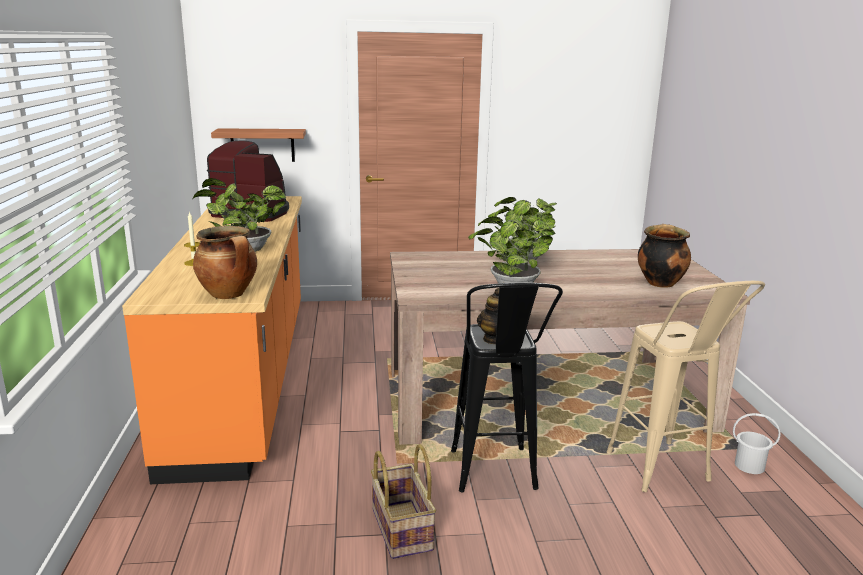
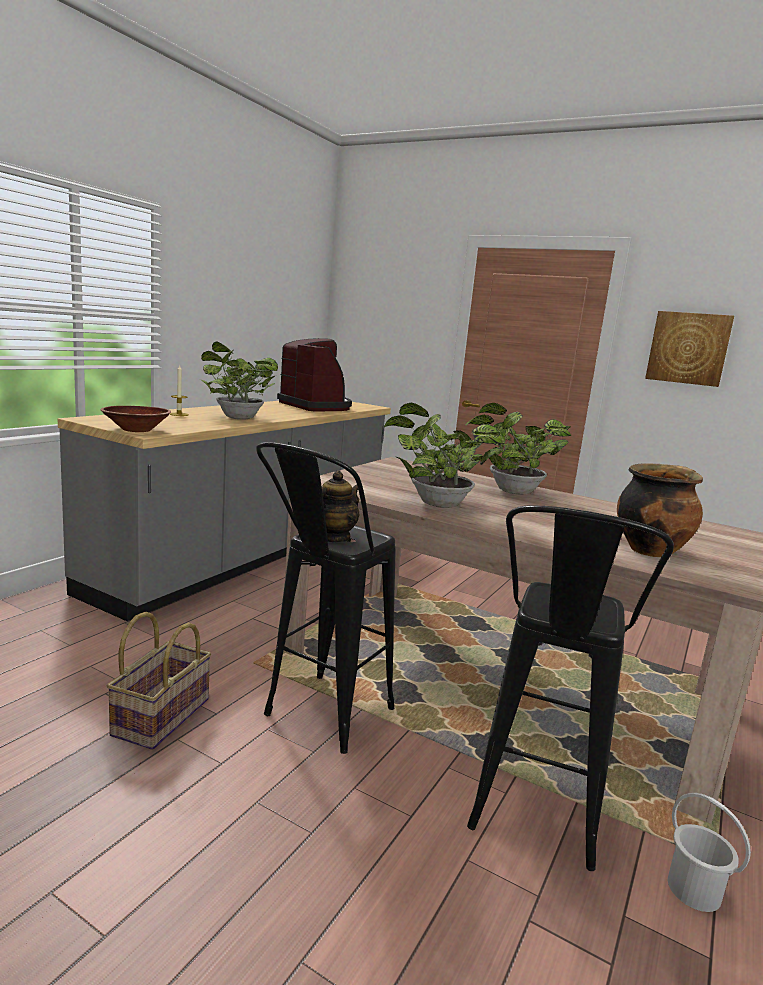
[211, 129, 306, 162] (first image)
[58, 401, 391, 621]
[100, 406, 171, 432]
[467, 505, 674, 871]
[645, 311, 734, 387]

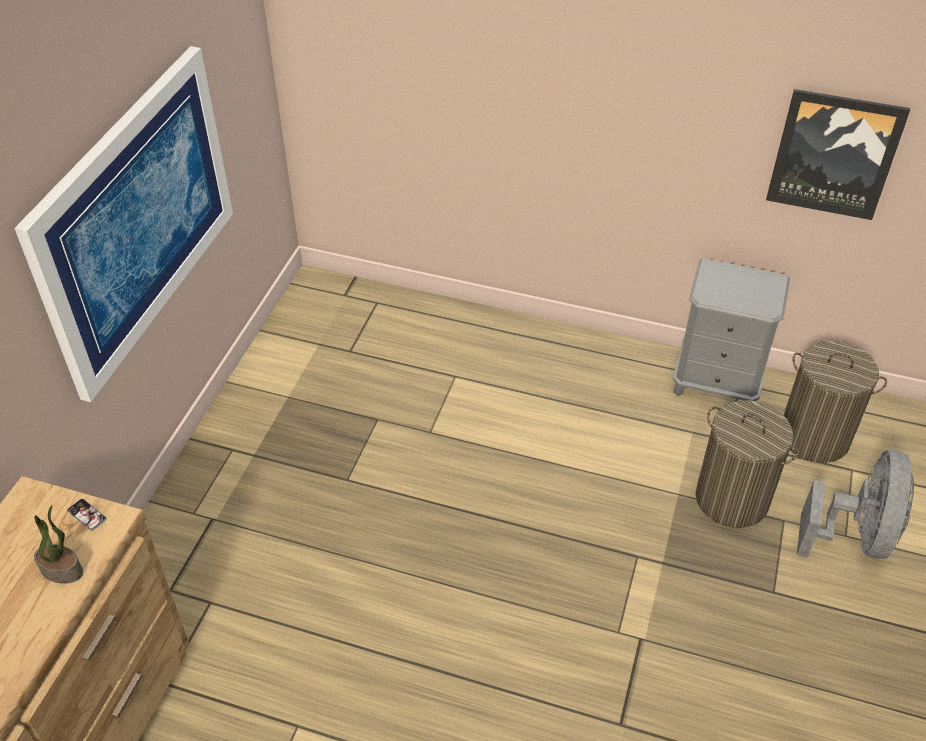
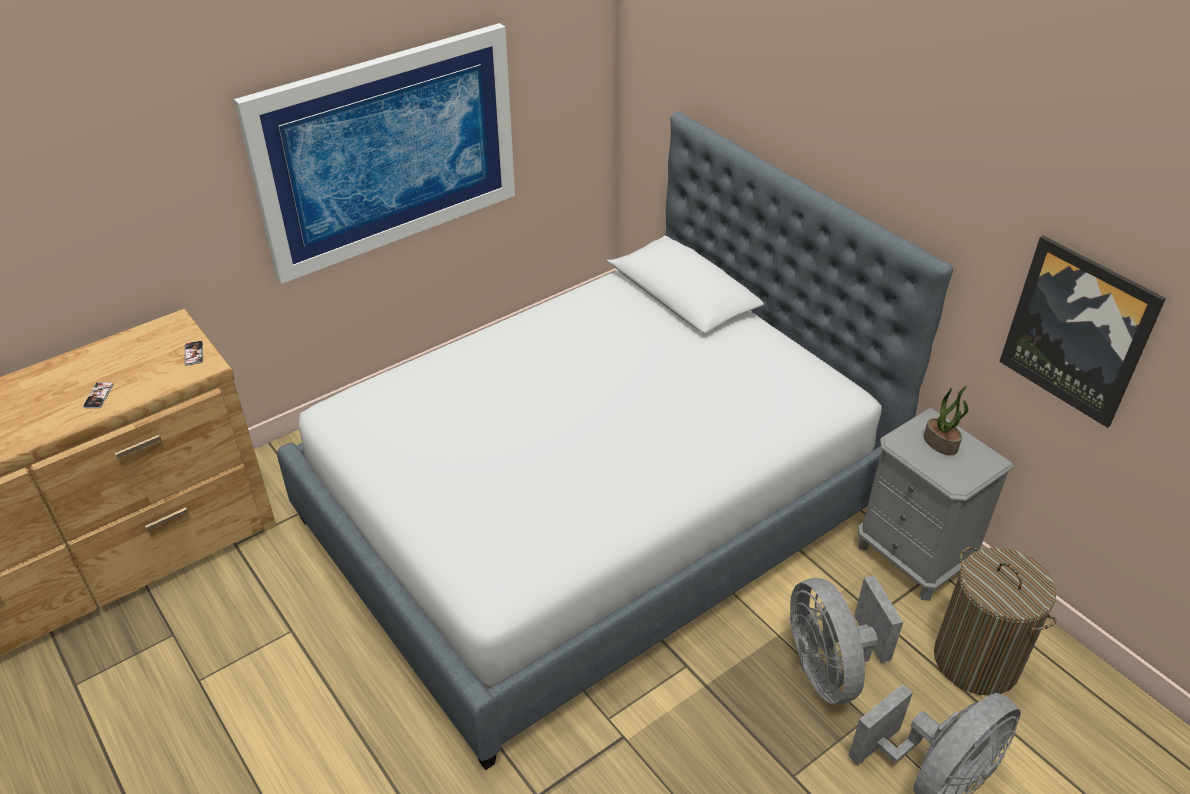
[790, 575, 903, 704]
[924, 386, 968, 455]
[277, 112, 953, 770]
[83, 382, 114, 408]

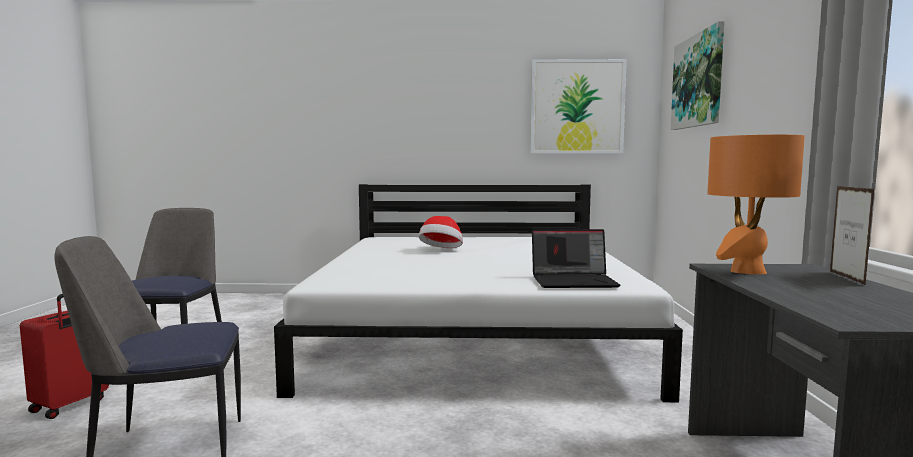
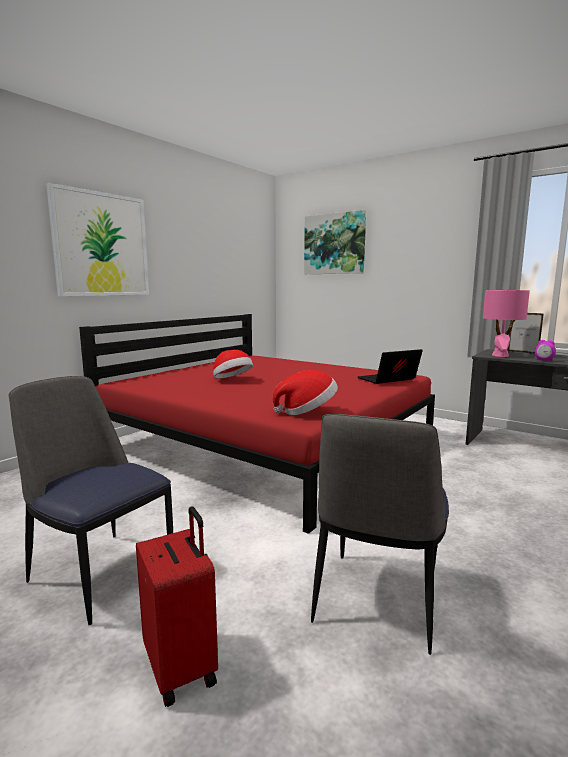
[46, 183, 149, 296]
[483, 289, 530, 357]
[79, 314, 435, 534]
[357, 349, 423, 384]
[535, 340, 556, 361]
[273, 370, 338, 415]

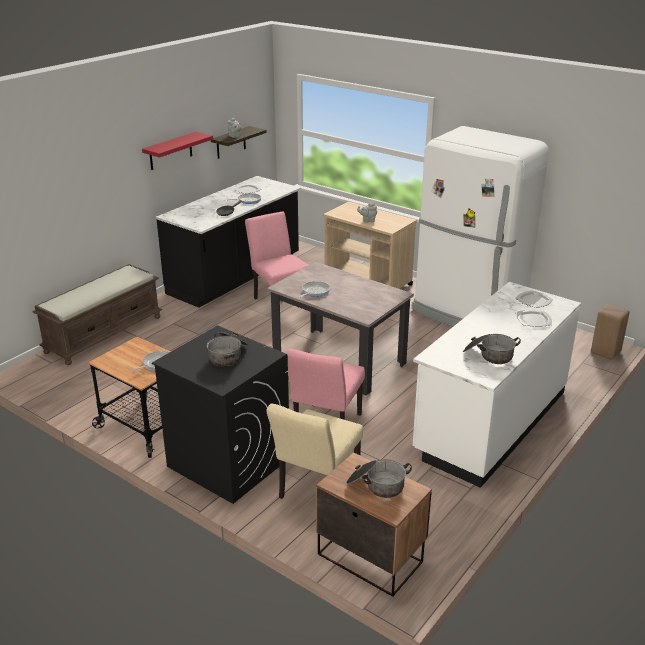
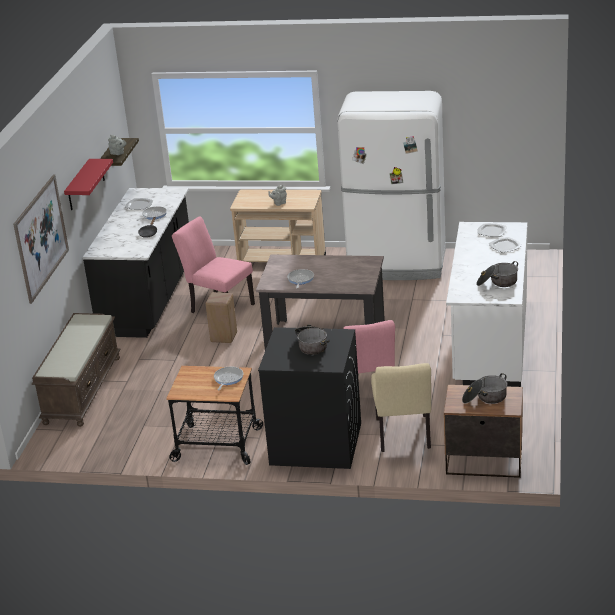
[205, 292, 237, 343]
[13, 174, 69, 304]

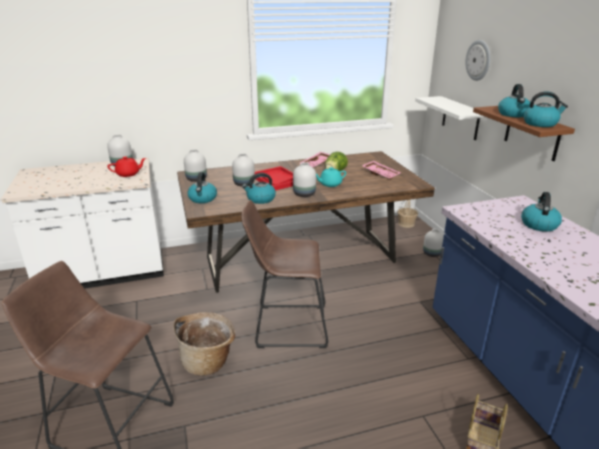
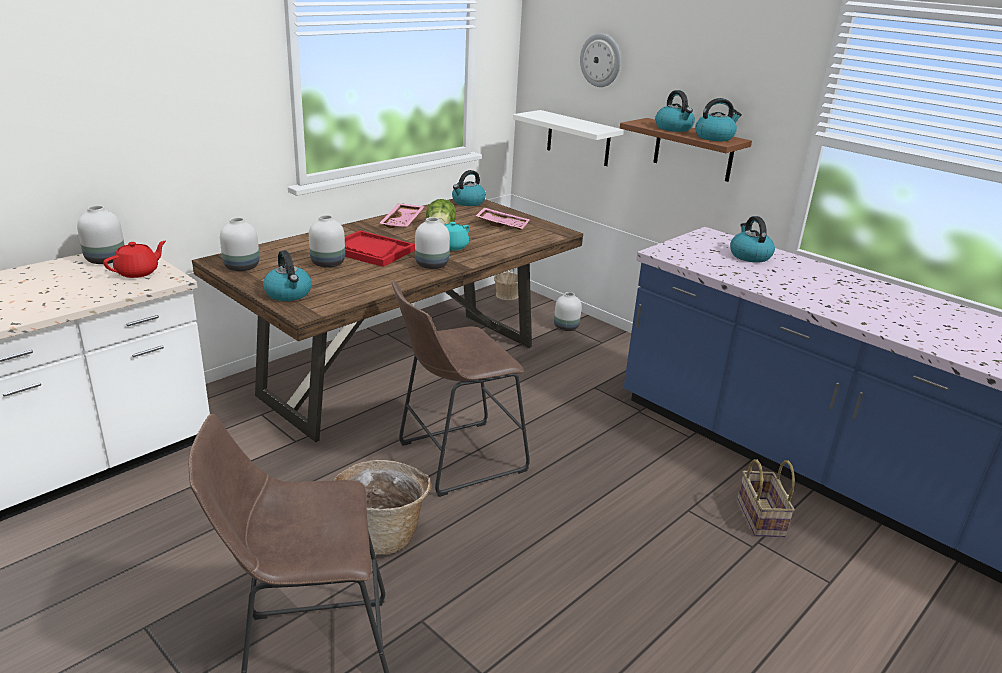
[452, 170, 486, 206]

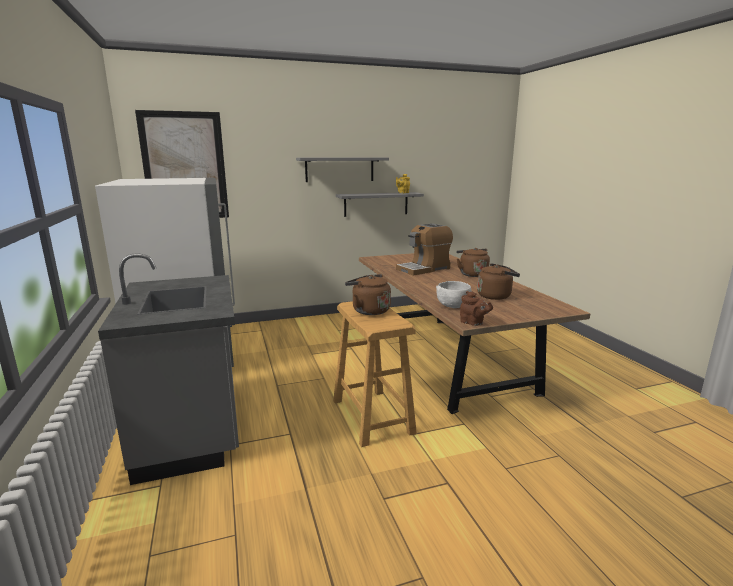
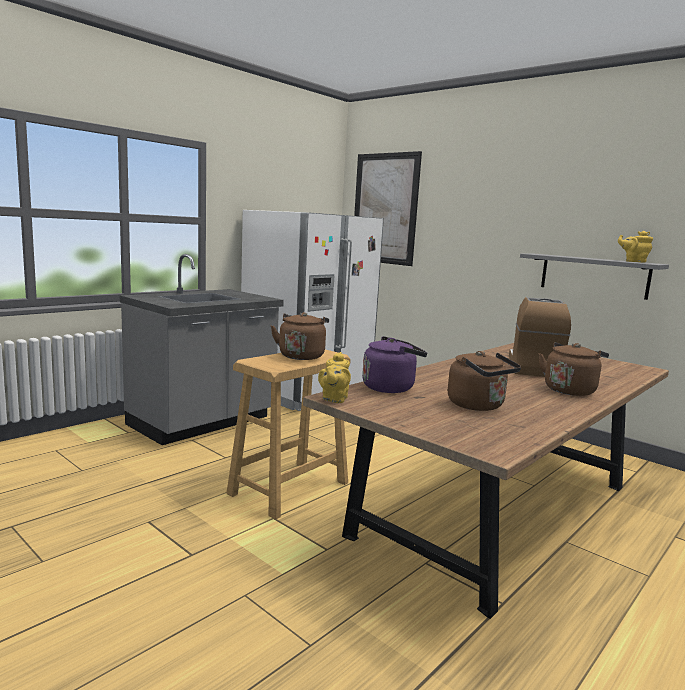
[296, 157, 389, 182] (first image)
[509, 297, 571, 377]
[362, 336, 427, 393]
[318, 352, 351, 403]

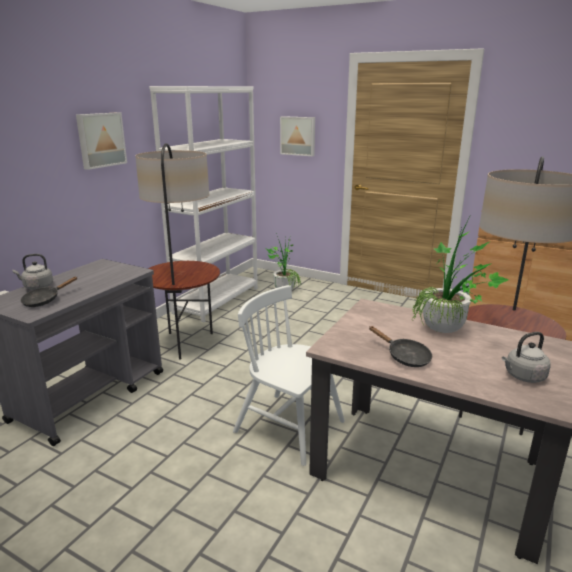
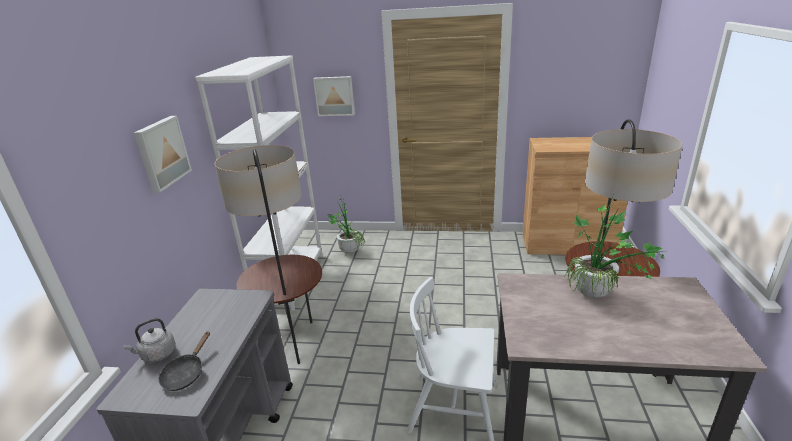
[369, 326, 432, 367] (first image)
[502, 332, 551, 383] (first image)

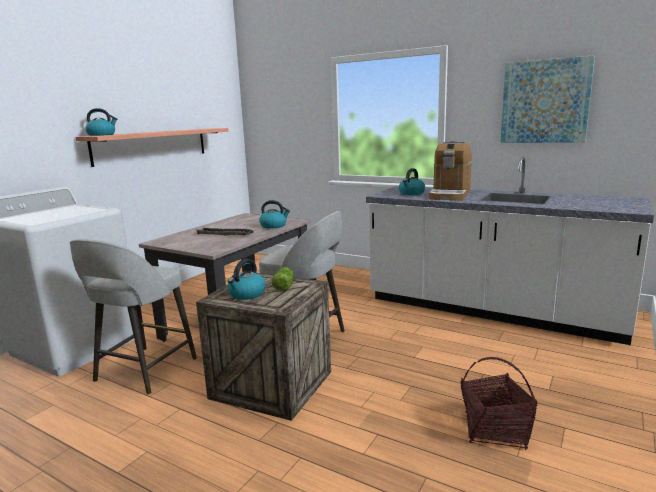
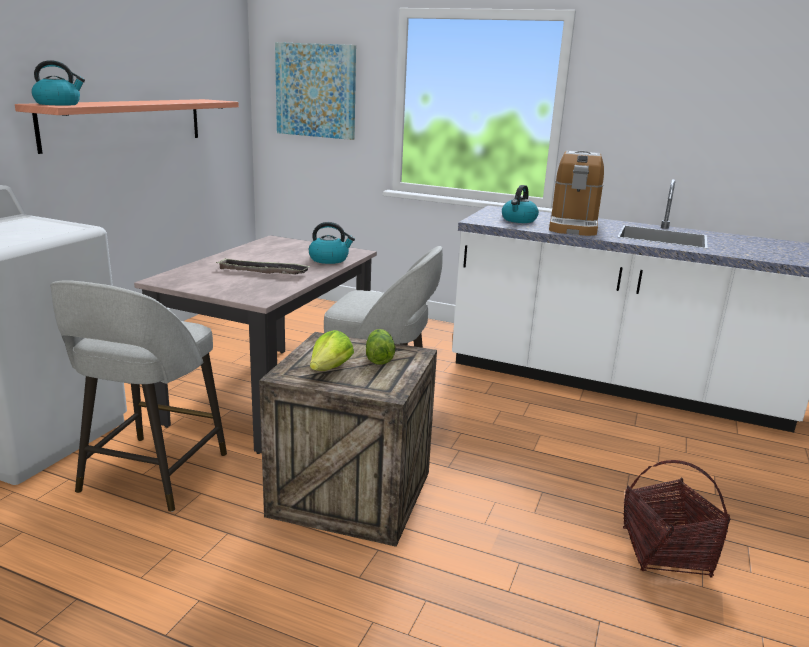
[275, 42, 356, 140]
[310, 330, 354, 371]

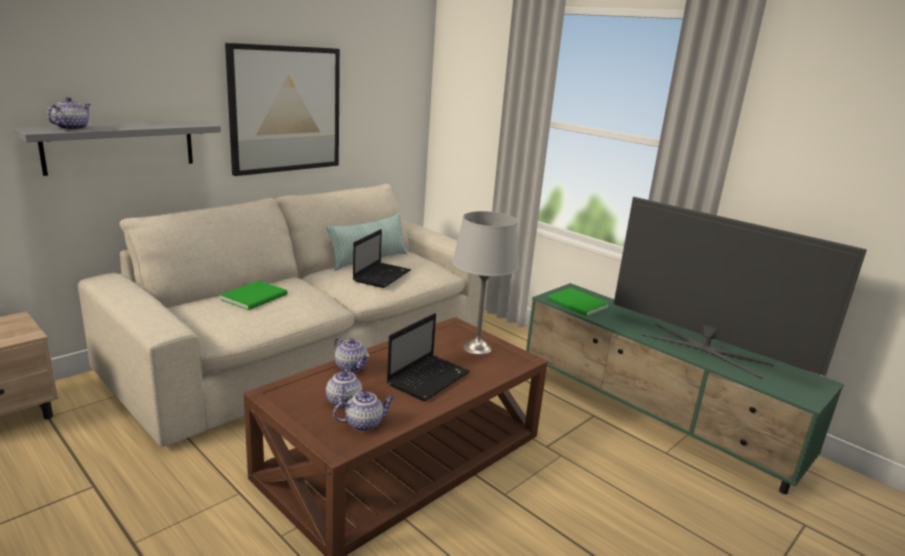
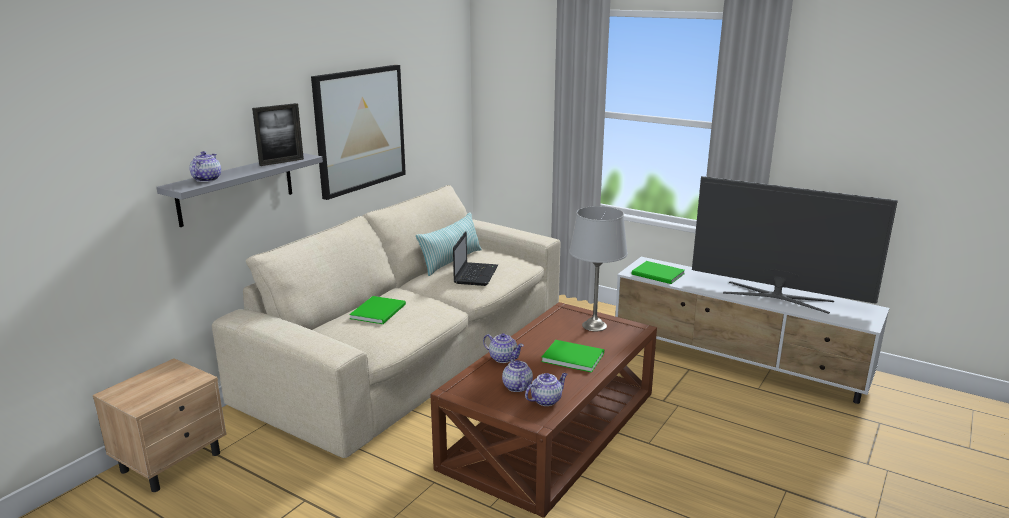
[615, 257, 889, 404]
[541, 340, 604, 373]
[252, 103, 304, 166]

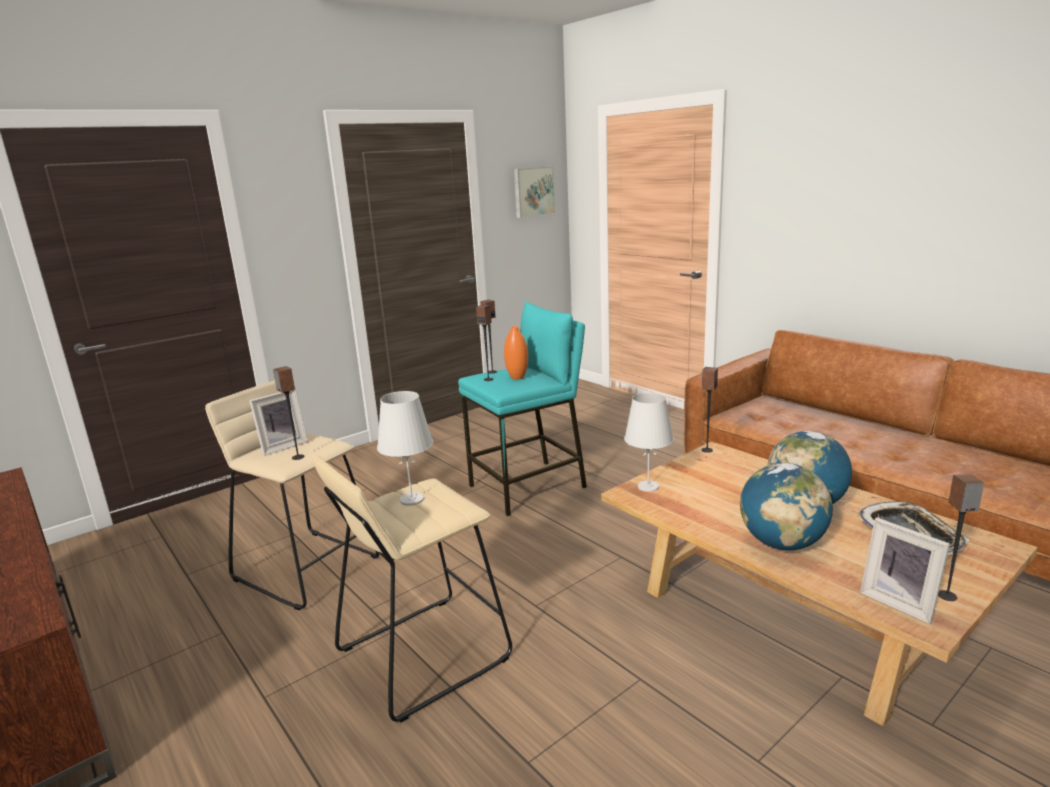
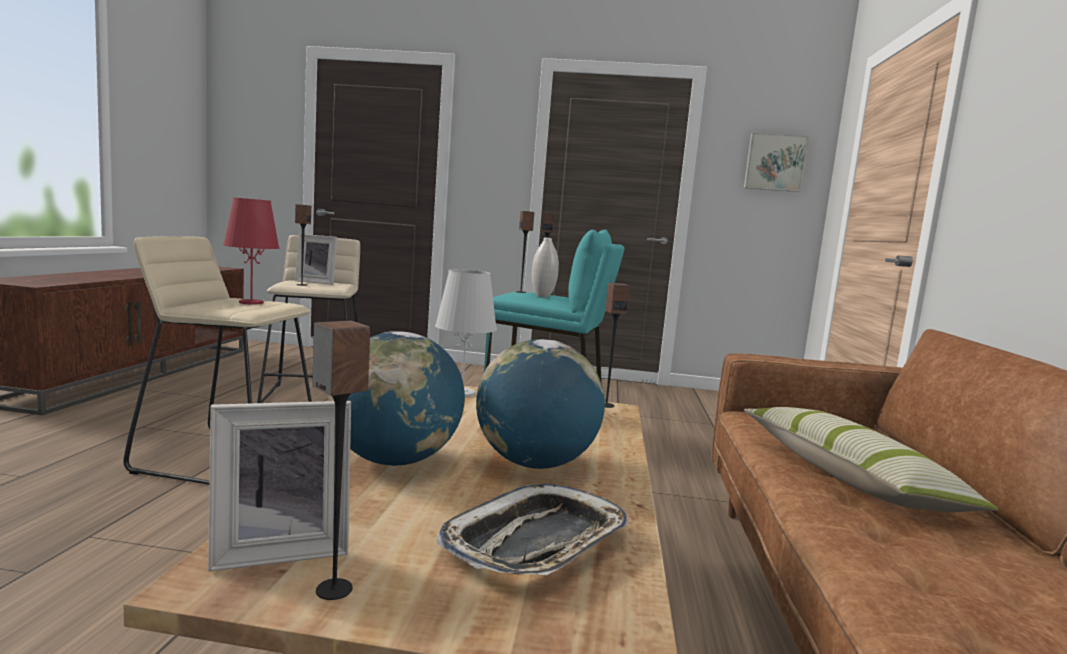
[532, 238, 559, 297]
[223, 198, 280, 304]
[208, 401, 351, 571]
[744, 407, 999, 512]

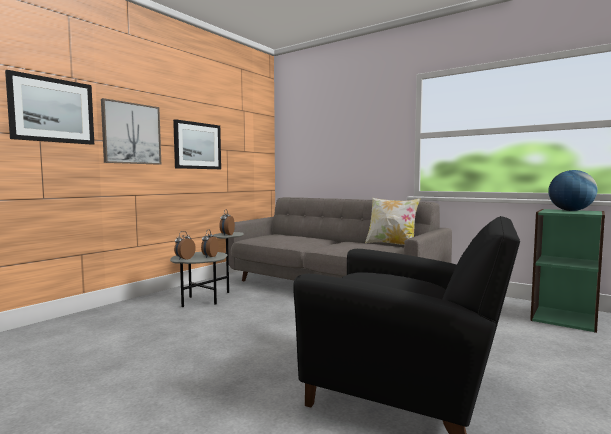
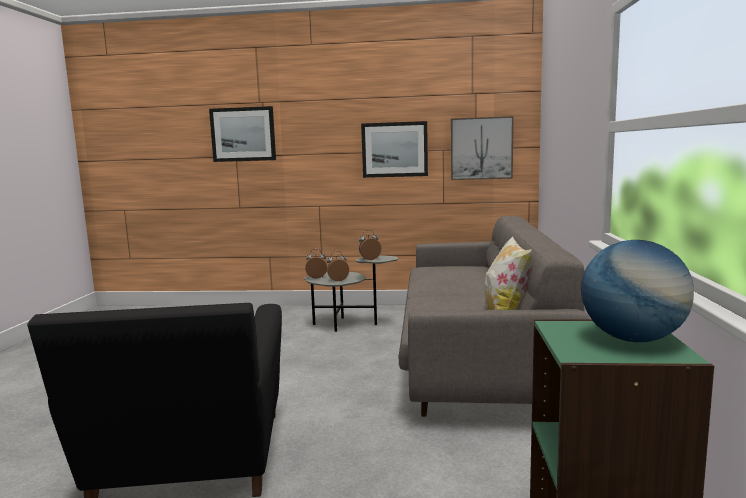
[451, 116, 514, 180]

